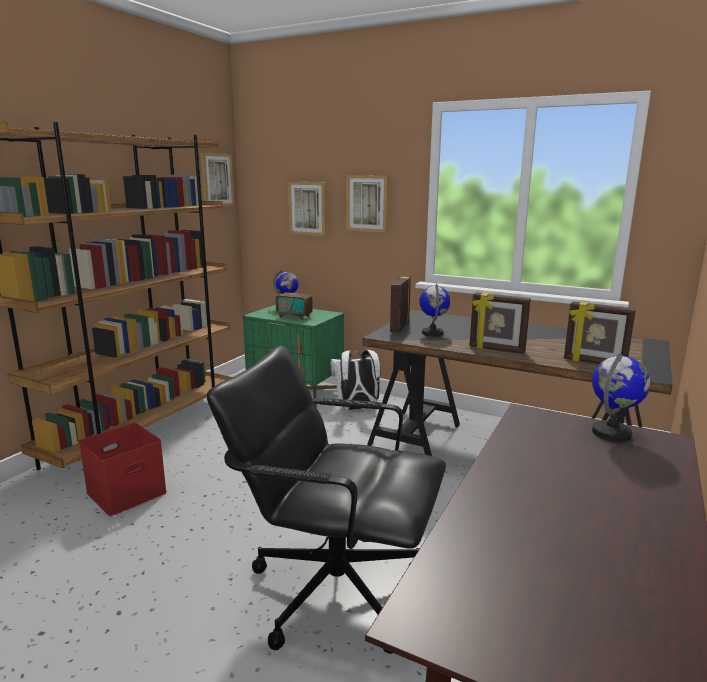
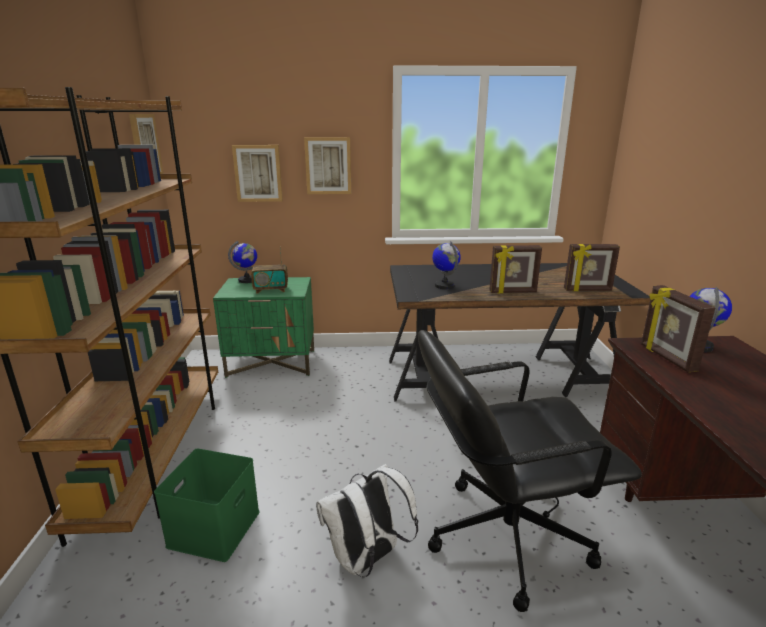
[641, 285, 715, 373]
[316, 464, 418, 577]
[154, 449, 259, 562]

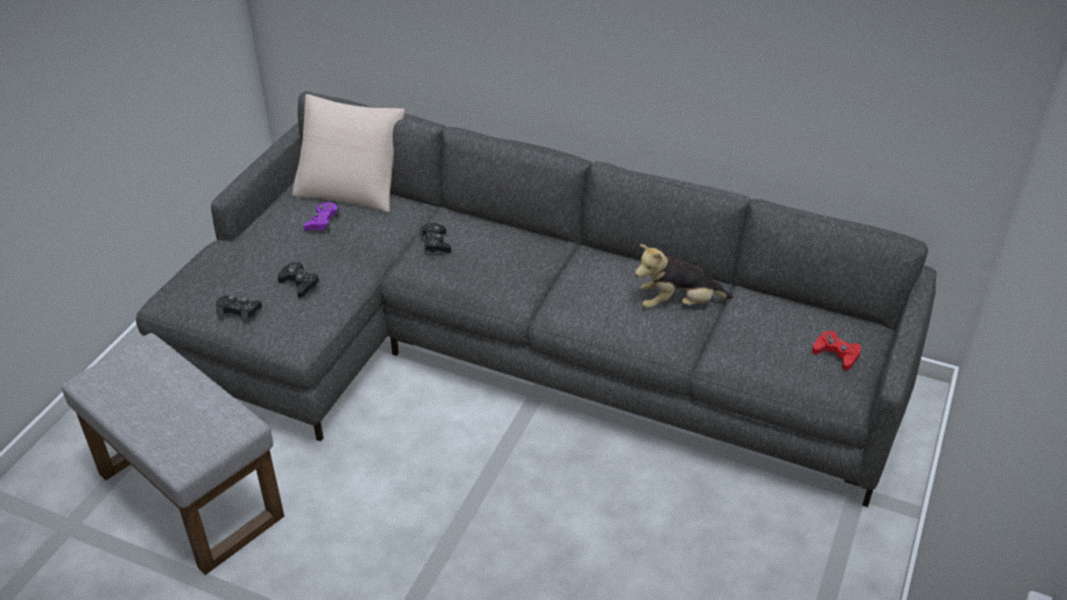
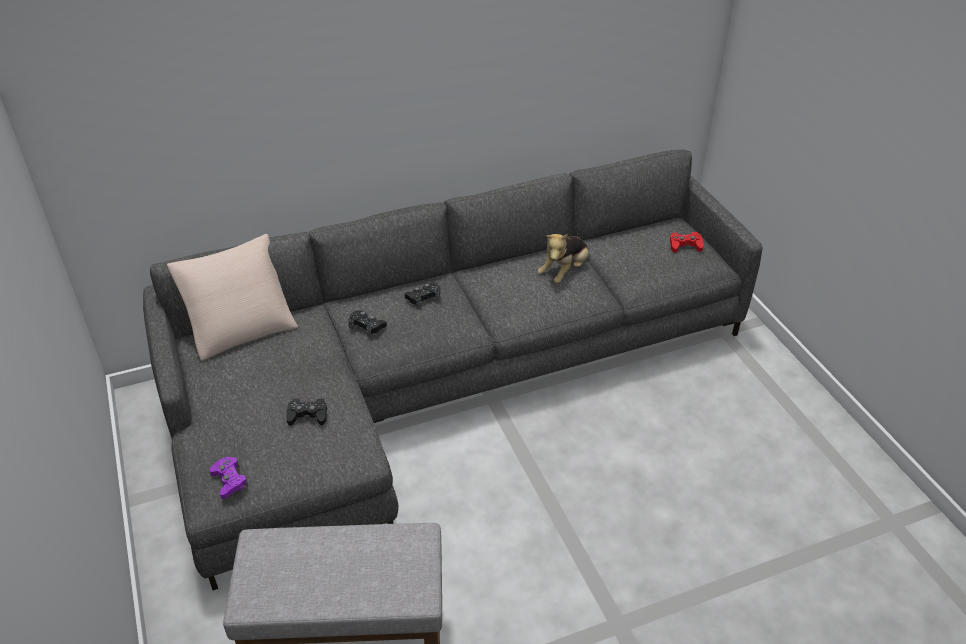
[210, 457, 248, 499]
[404, 283, 440, 308]

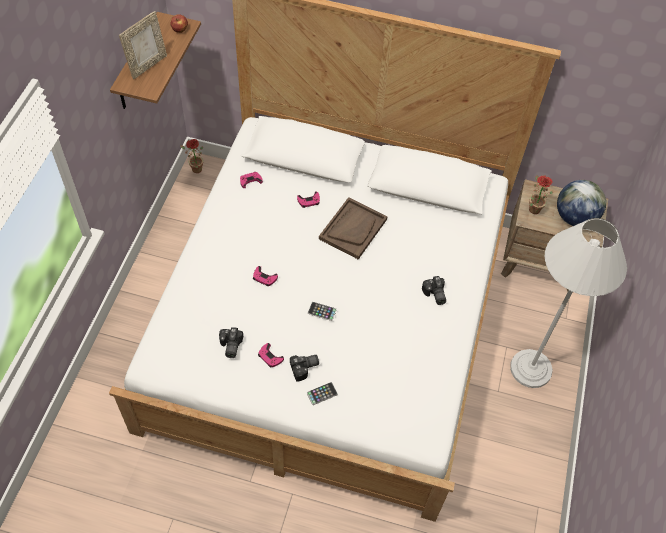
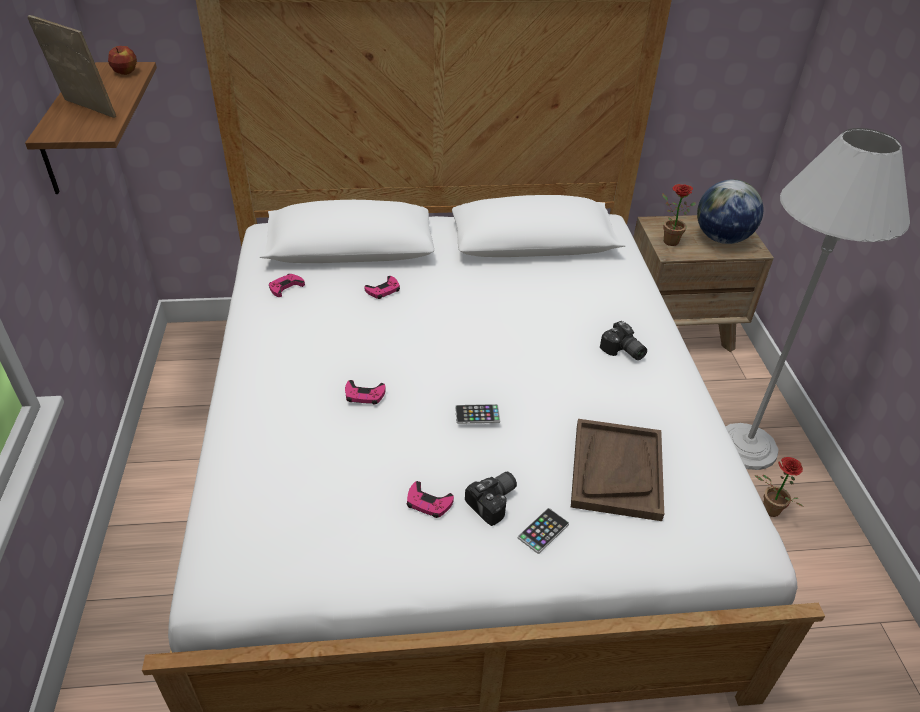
[27, 15, 116, 118]
[755, 457, 804, 517]
[571, 419, 664, 521]
[219, 327, 243, 358] (first image)

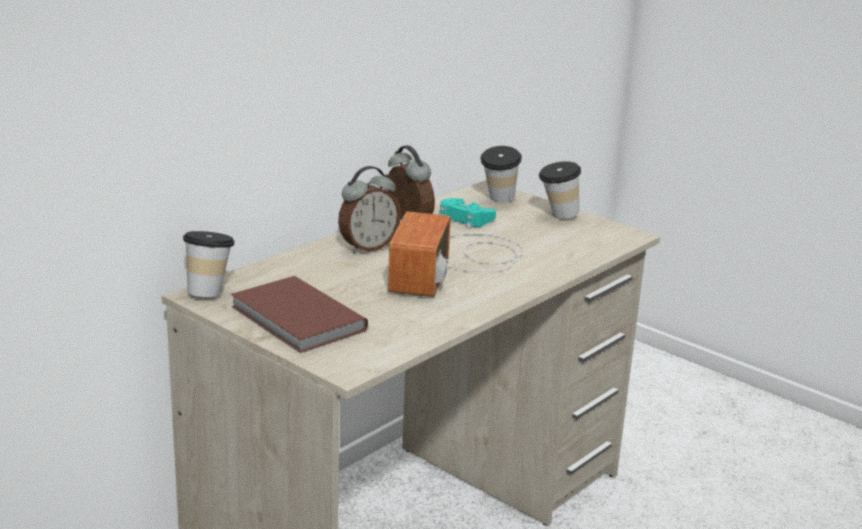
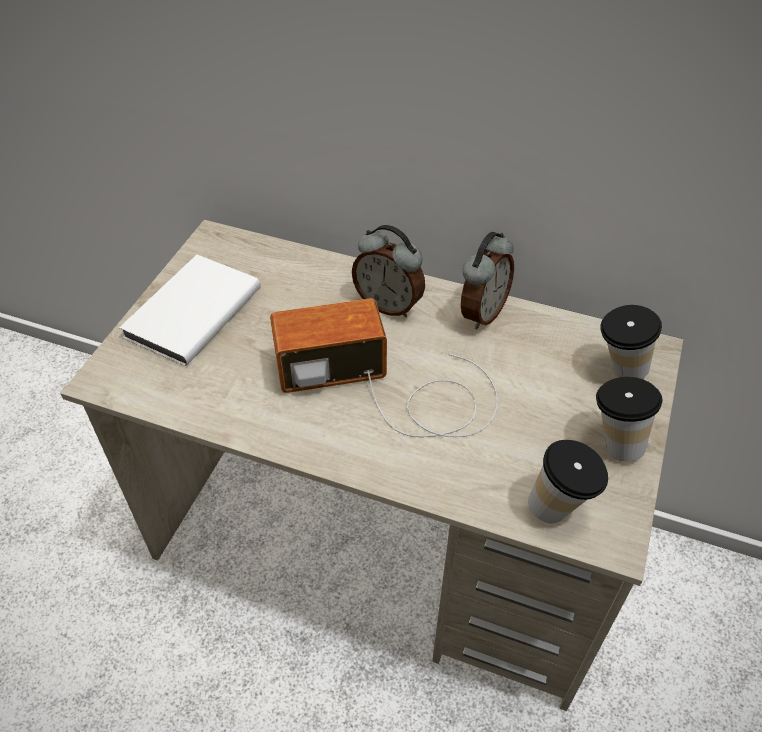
[440, 198, 496, 229] (first image)
[528, 440, 608, 523]
[119, 255, 261, 366]

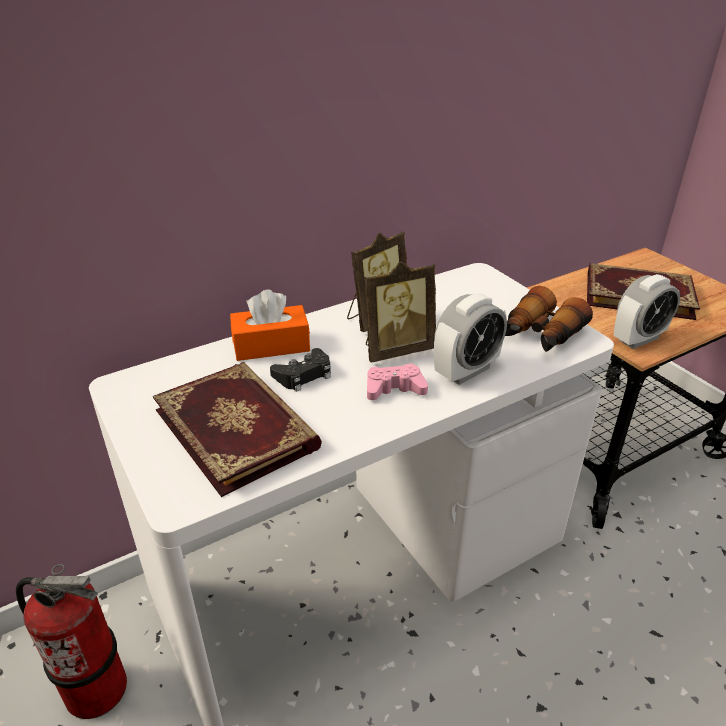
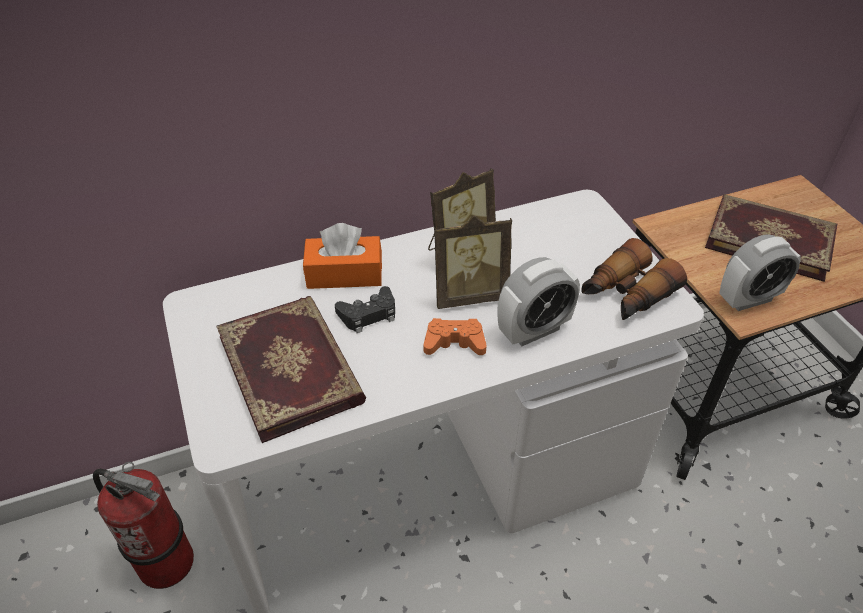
[424, 318, 487, 355]

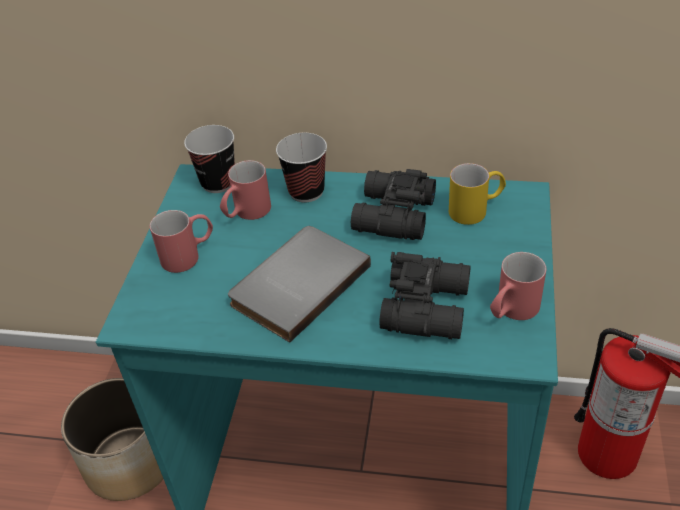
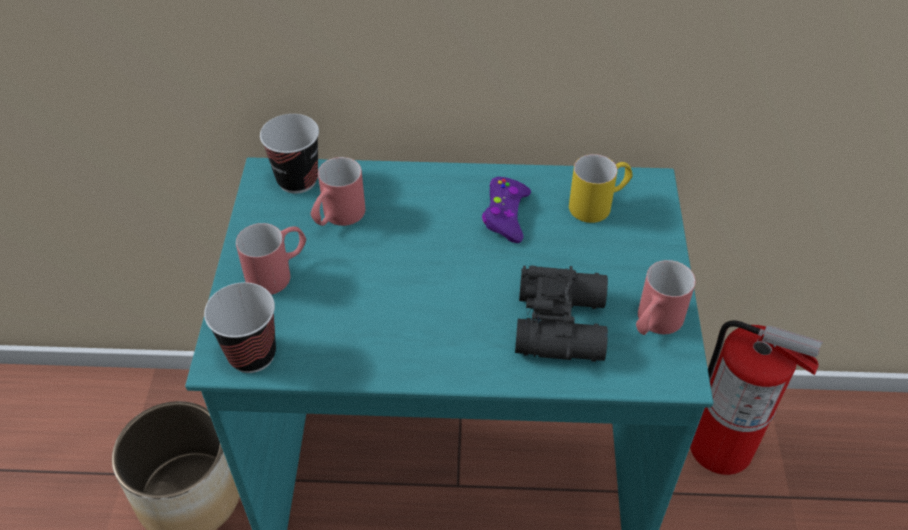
[204, 282, 276, 373]
[482, 177, 531, 243]
[228, 226, 371, 342] (first image)

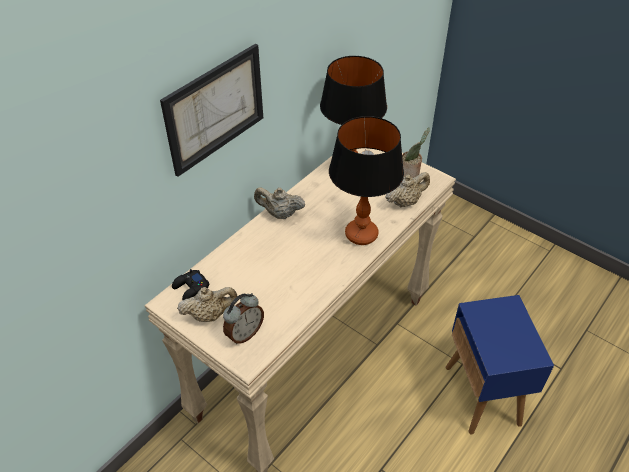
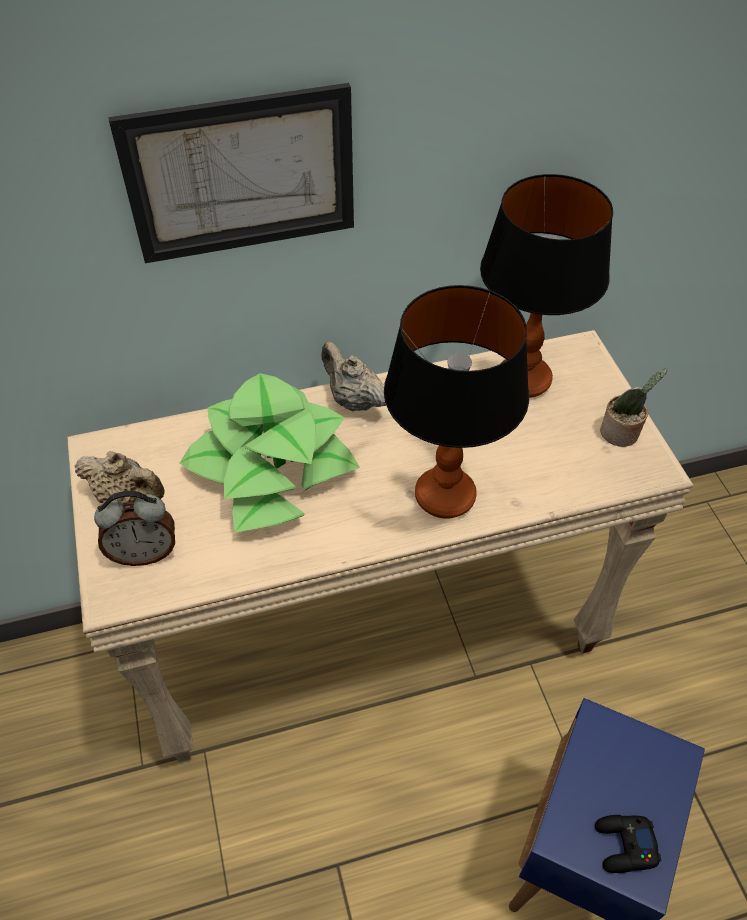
[385, 172, 430, 207] (first image)
[595, 815, 662, 873]
[180, 373, 360, 533]

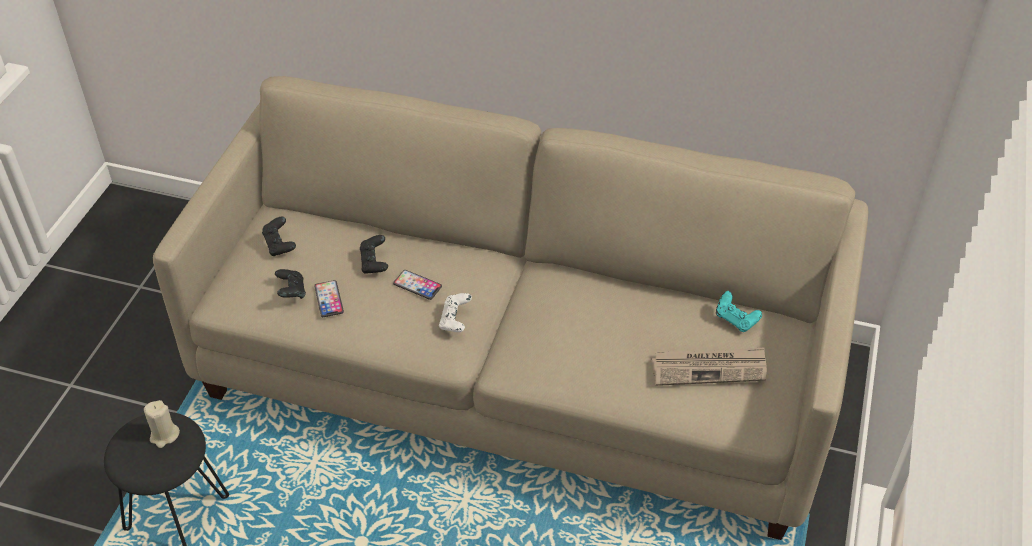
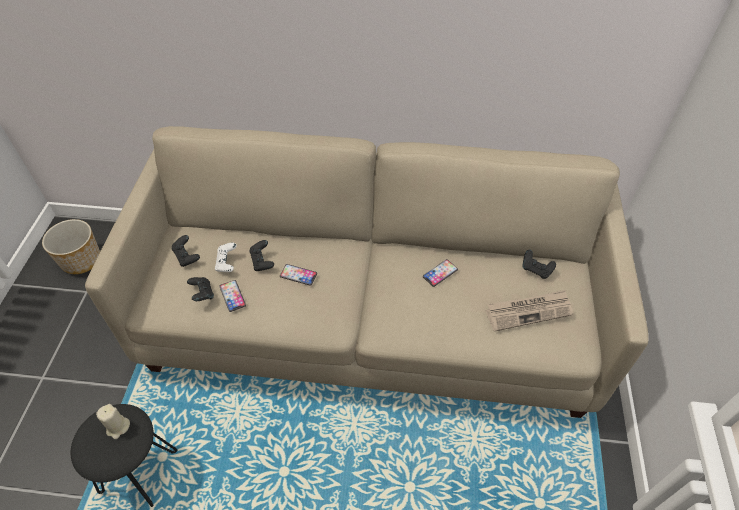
[522, 250, 556, 279]
[215, 243, 237, 272]
[42, 219, 100, 274]
[423, 259, 458, 287]

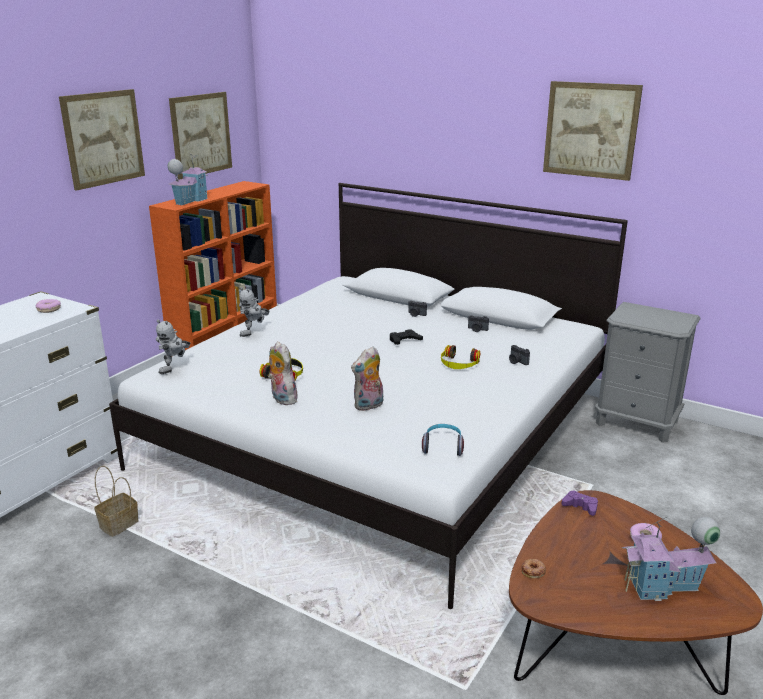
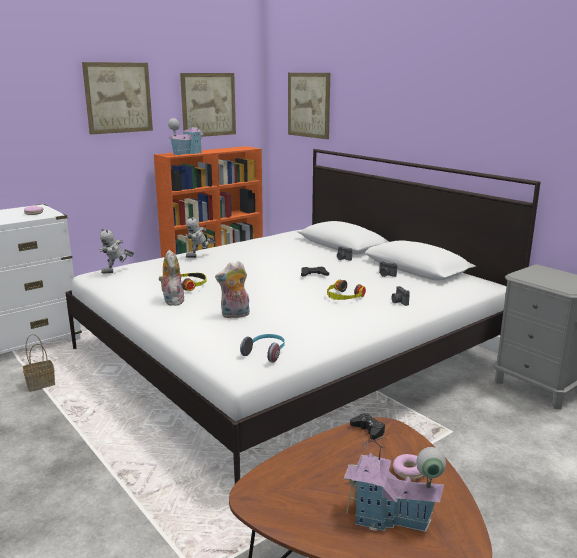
[288, 73, 330, 139]
[350, 413, 385, 440]
[521, 559, 546, 578] (first image)

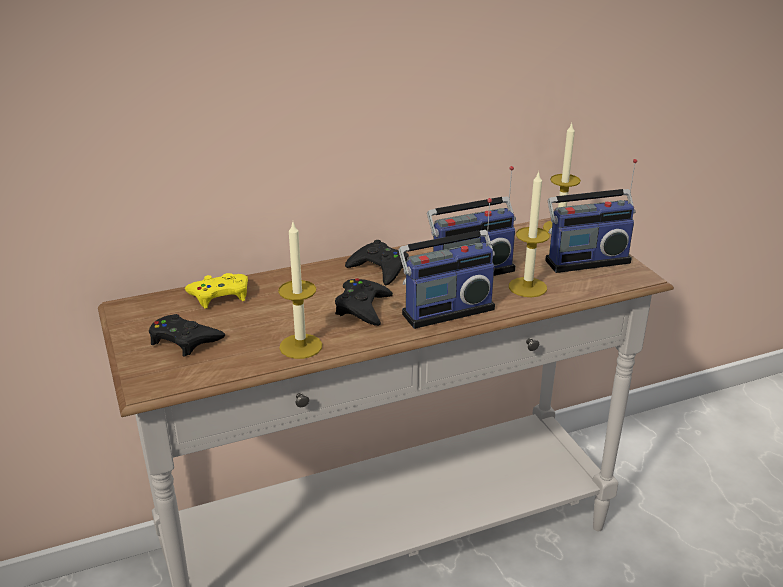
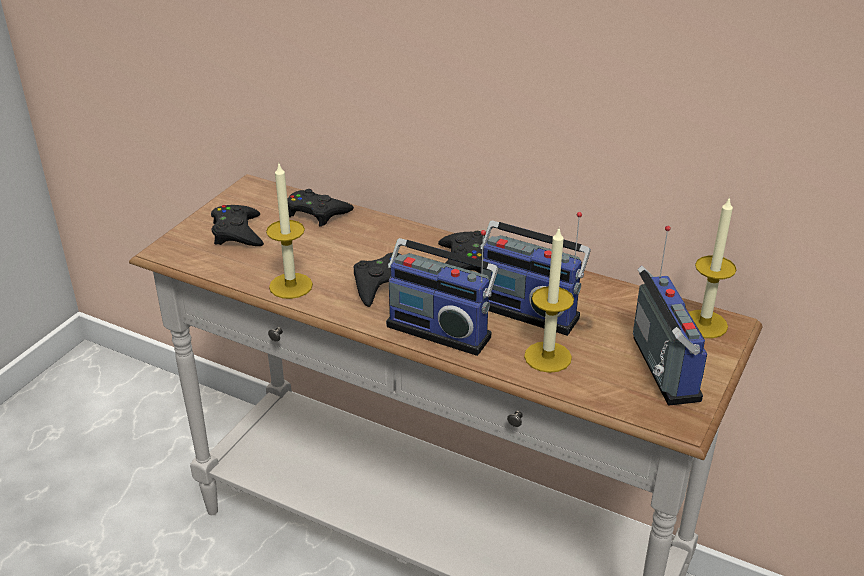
[633, 226, 707, 406]
[287, 189, 354, 227]

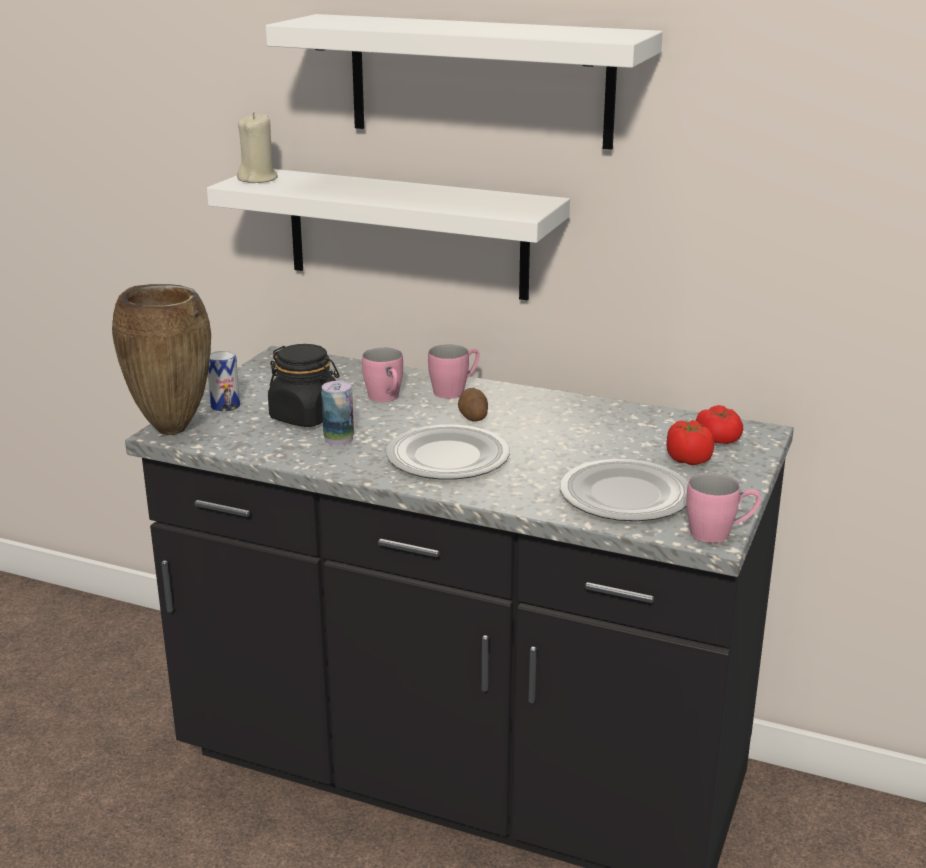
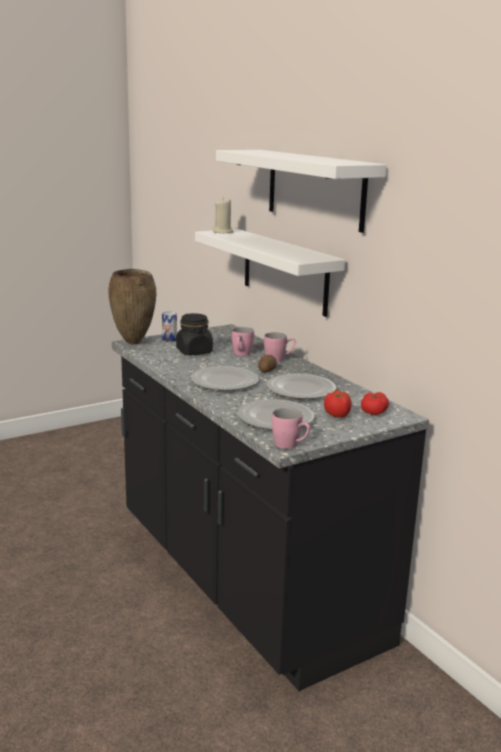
[321, 381, 354, 446] (first image)
[267, 374, 336, 399]

